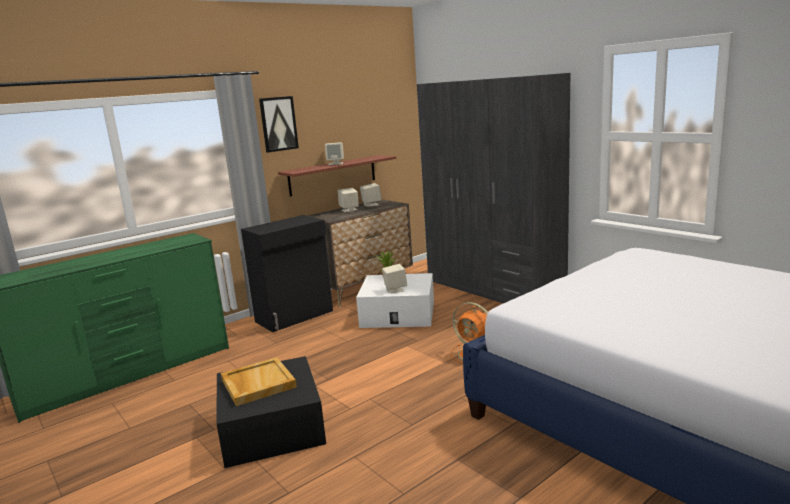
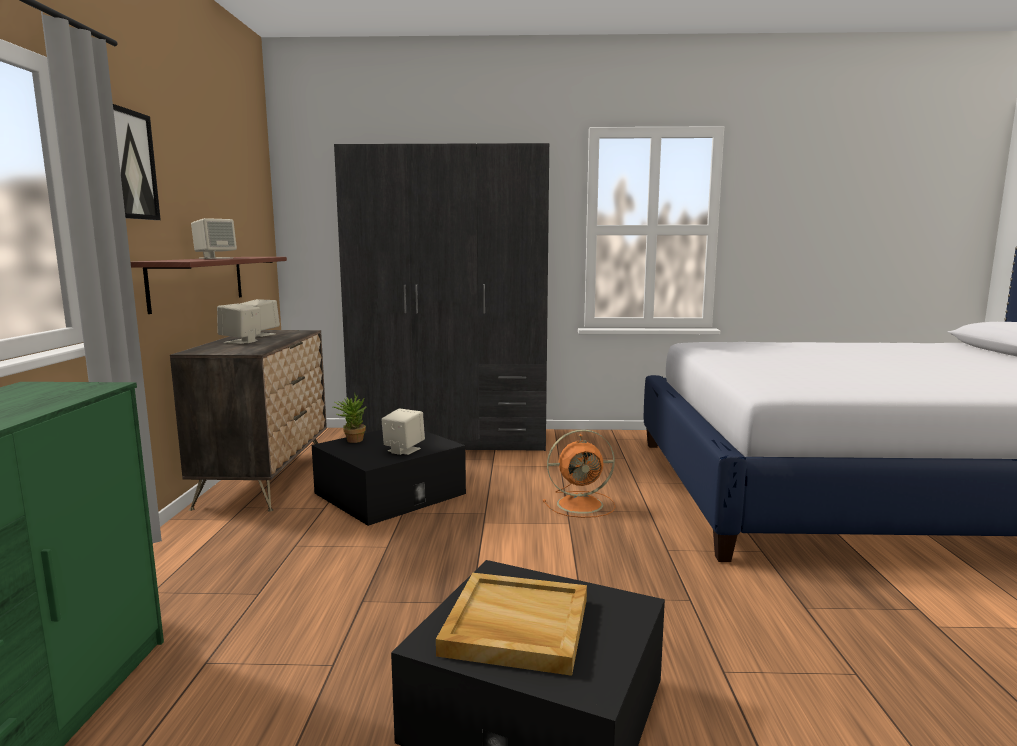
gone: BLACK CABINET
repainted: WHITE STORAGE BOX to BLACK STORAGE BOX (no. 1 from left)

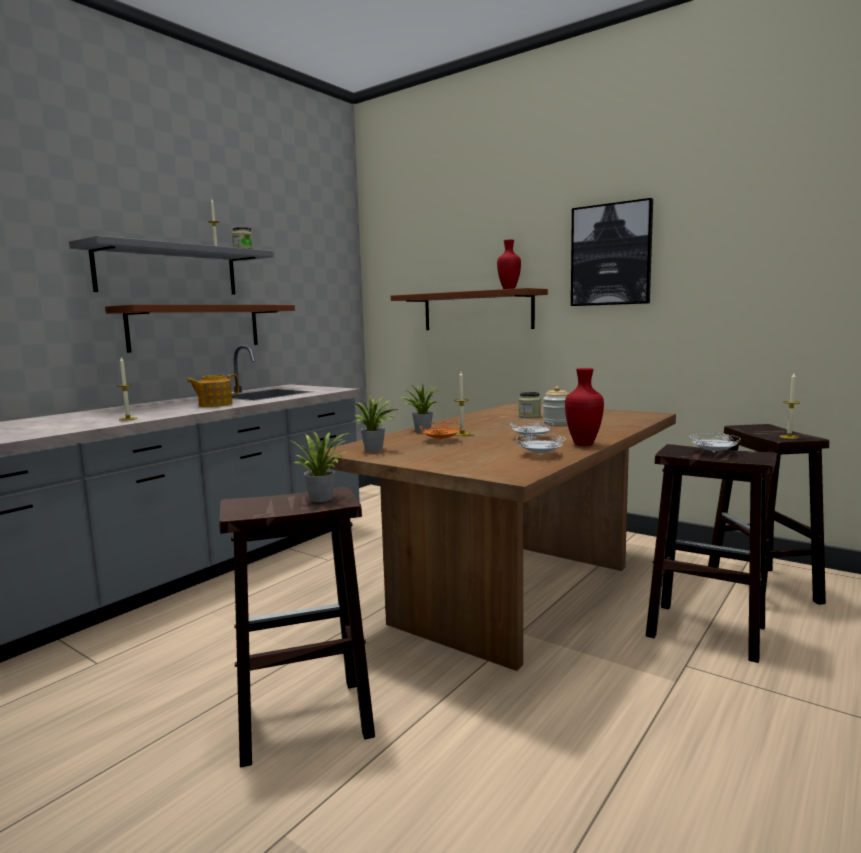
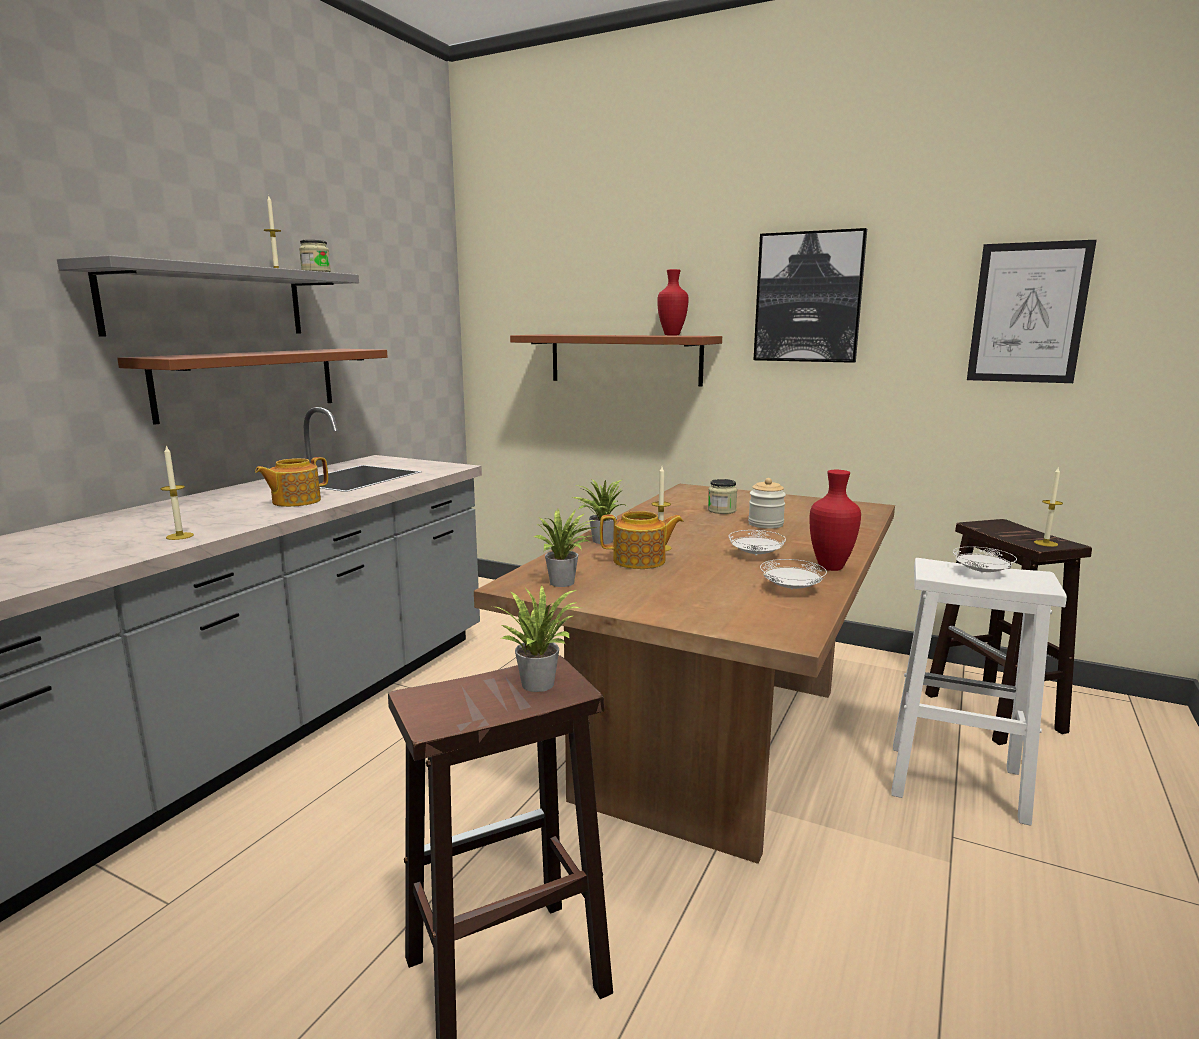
new: PICTURE (no. 2 from left)
swapped: ORANGE PLATE to TEAPOT (no. 2 from left)
repainted: BROWN STOOL (no. 2 from left) to WHITE STOOL

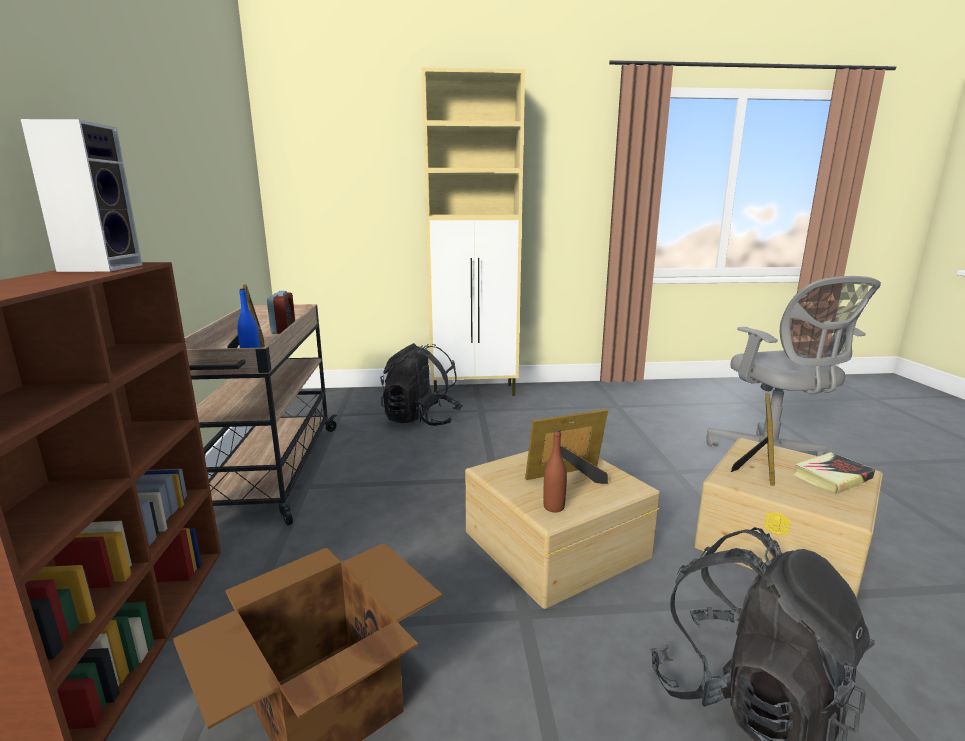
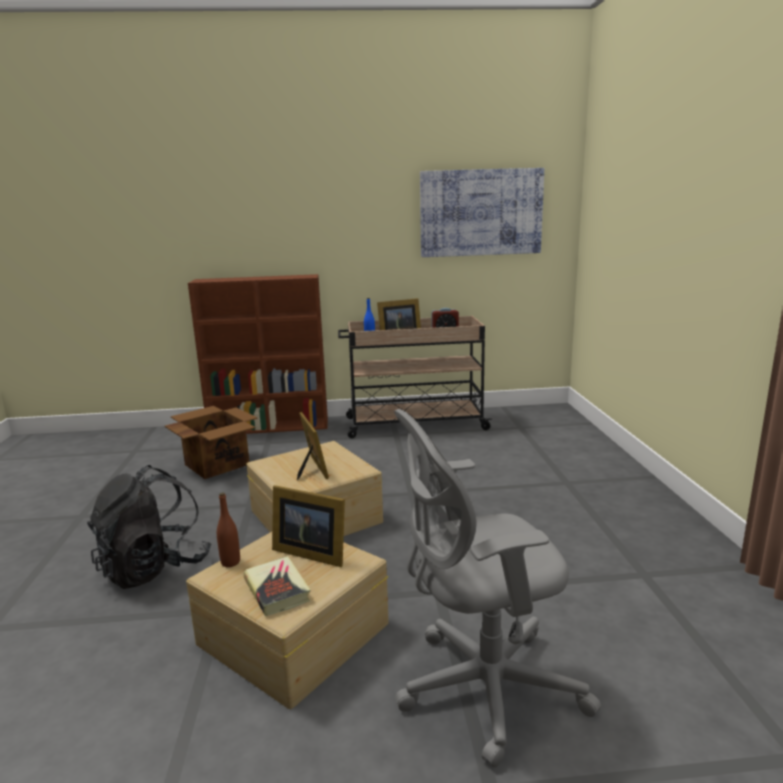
gone: SPEAKER; BLACK BACKPACK (no. 1 from left); BEIGE CABINET
new: PICTURE
shifted: BROWN BOTTLE

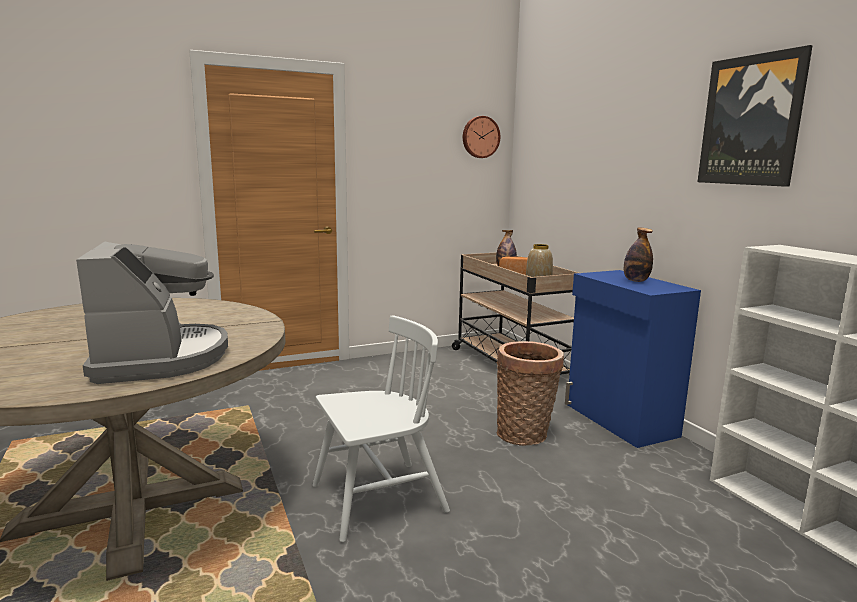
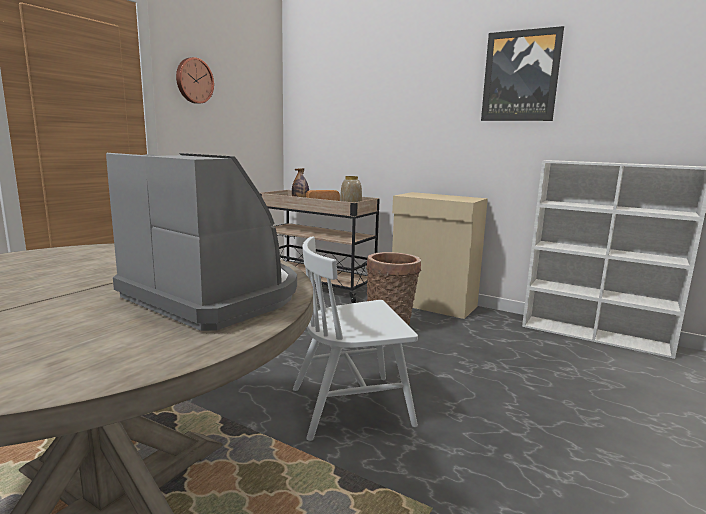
gone: BOTTLE (no. 2 from left)
shifted: WALL CLOCK
repainted: BLUE CABINET to BEIGE CABINET
rotated: WHITE CHAIR 135 degrees counterclockwise

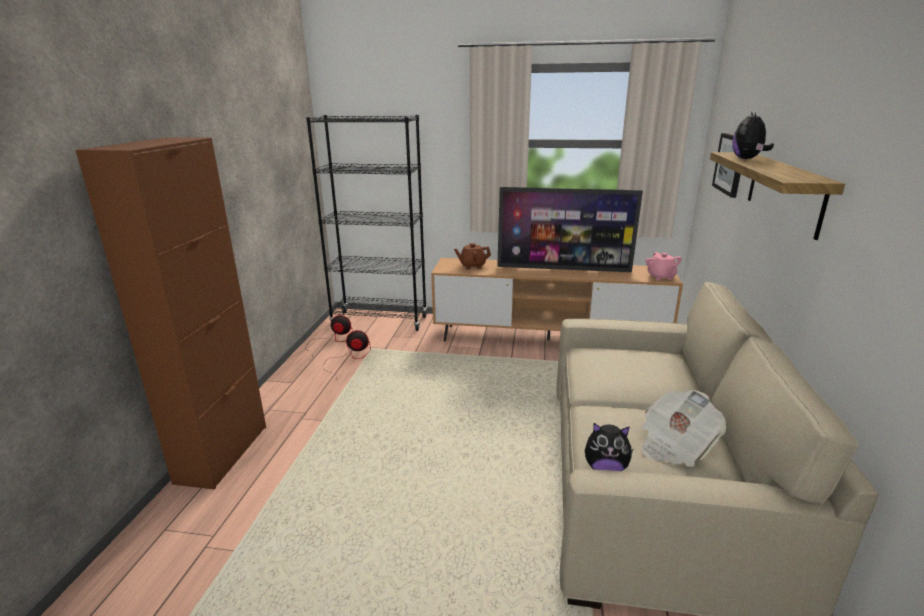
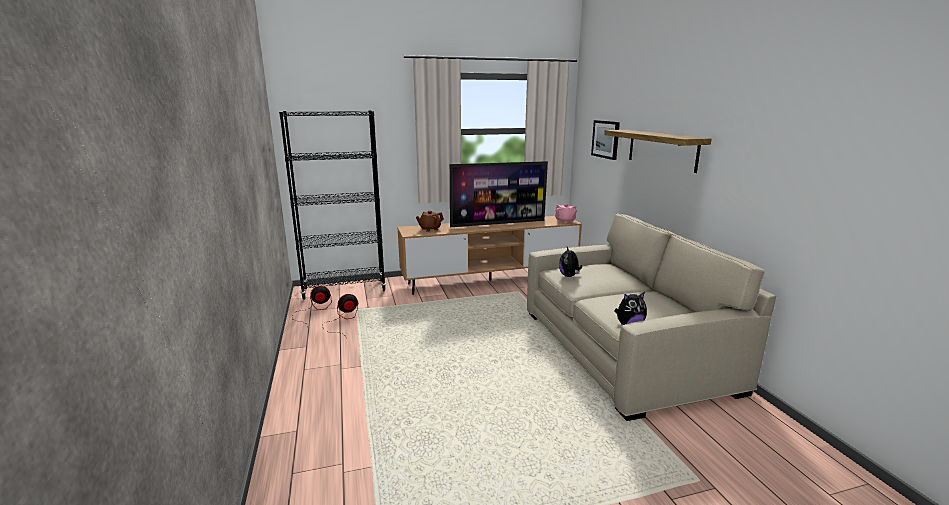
gone: BROWN CABINET; NEWSPAPER
shifted: PLUSH TOY (no. 2 from left in the first image) to PLUSH TOY (no. 1 from left)

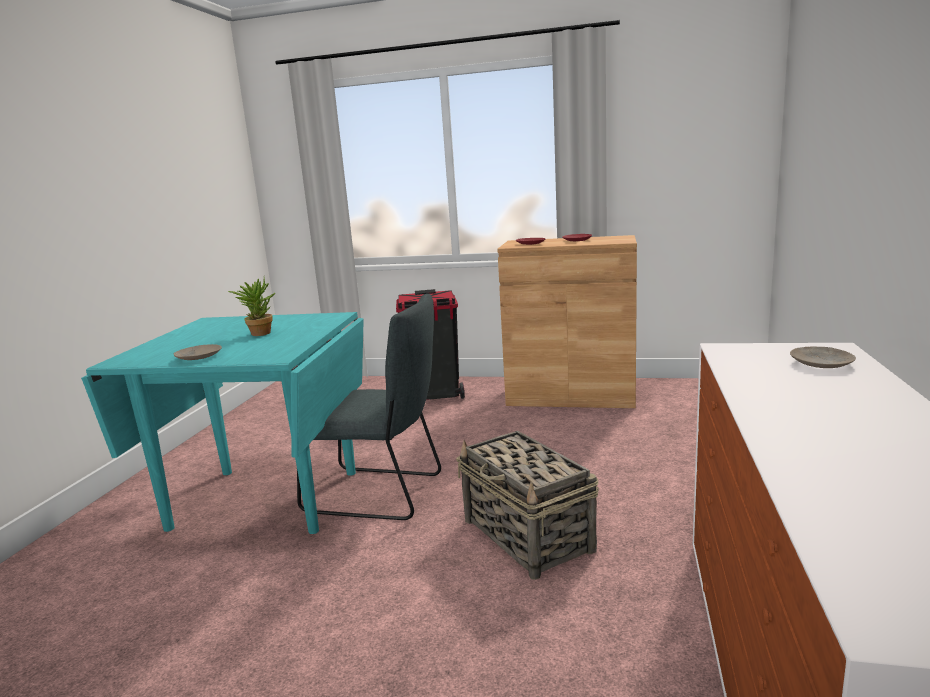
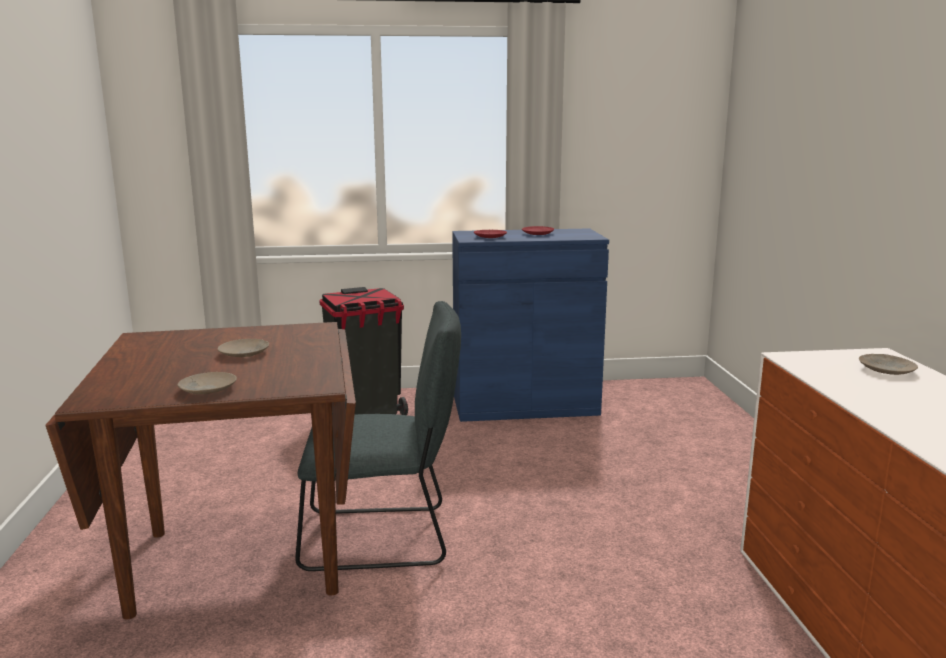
gone: BASKET
swapped: POTTED PLANT to BEIGE PLATE (no. 2 from left)
repainted: TURQUOISE DINING TABLE to BROWN DINING TABLE; BROWN CABINET to BLUE CABINET

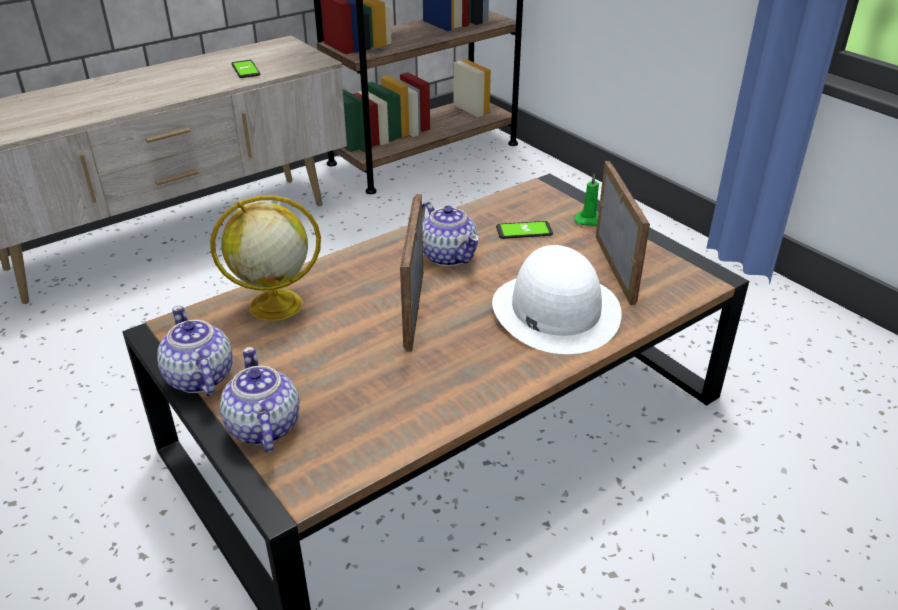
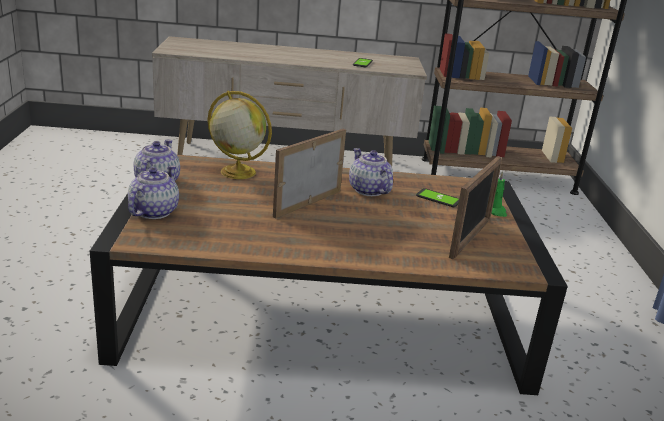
gone: WHITE HAT
rotated: TEAPOT (no. 3 from left) 150 degrees clockwise

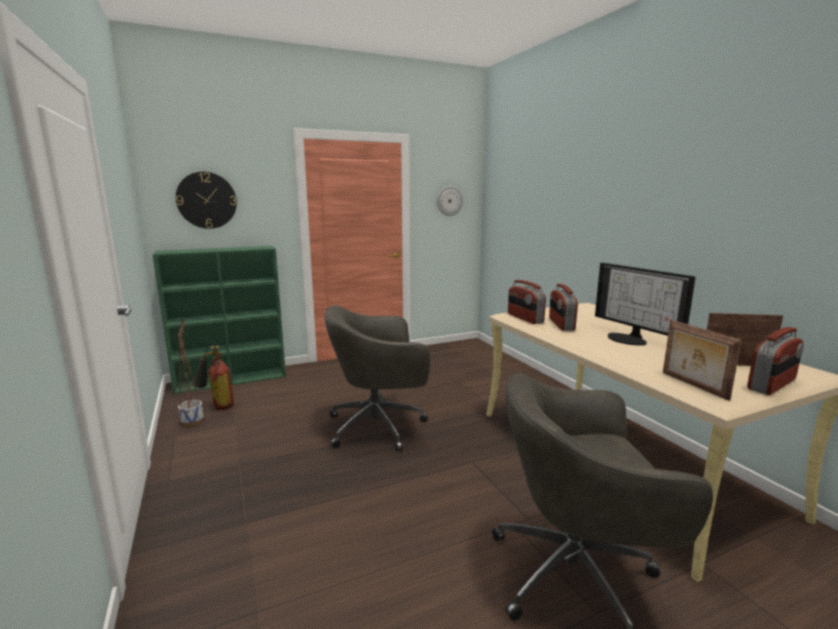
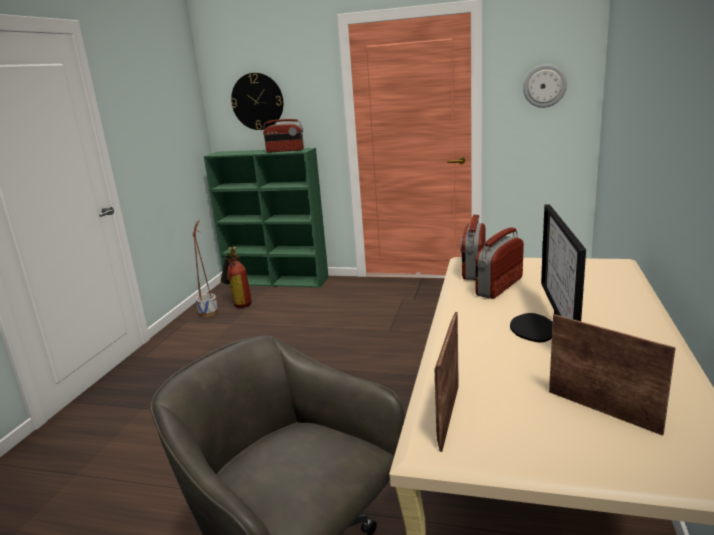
gone: GREY OFFICE CHAIR (no. 1 from left)
shifted: RADIO (no. 3 from left in the first image) to RADIO (no. 1 from left)

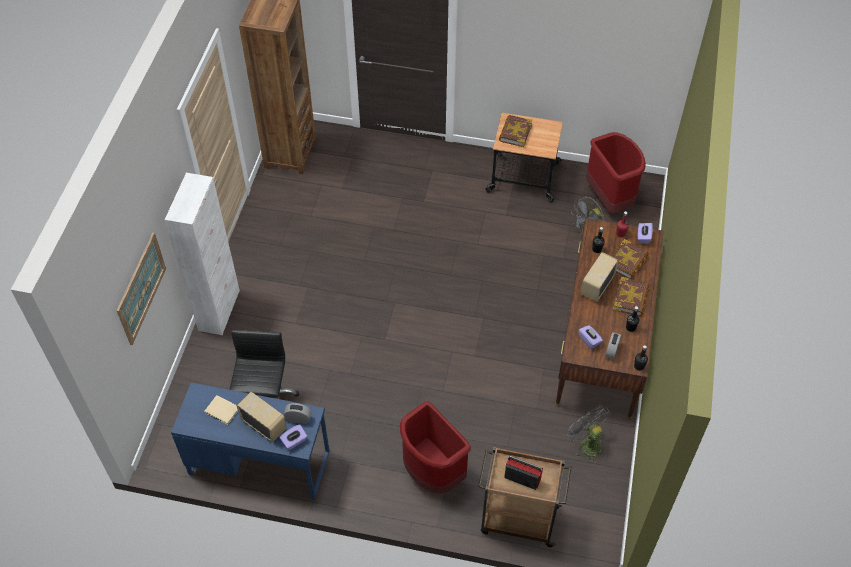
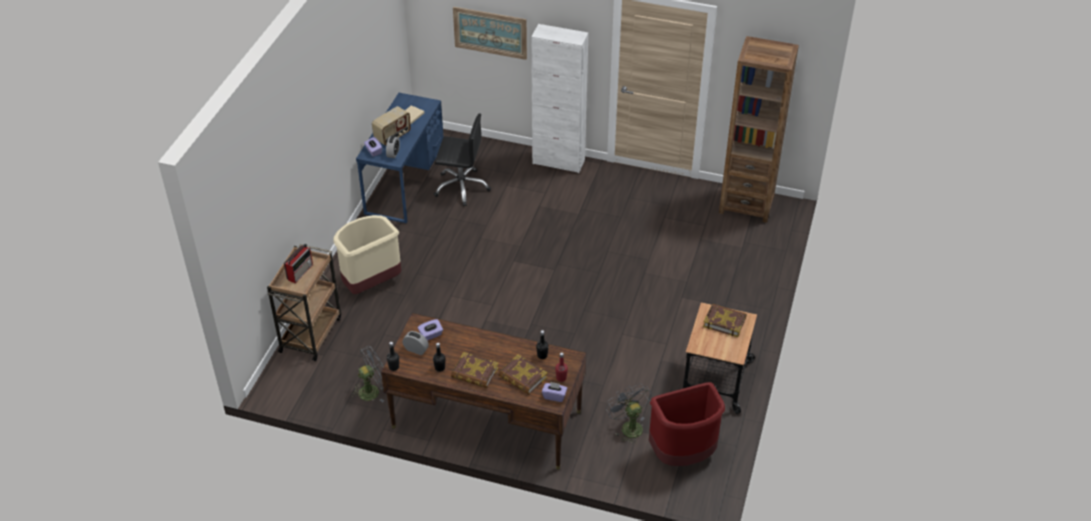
gone: RADIO (no. 3 from left)
repainted: RED TRASH CAN (no. 1 from left) to BEIGE TRASH CAN

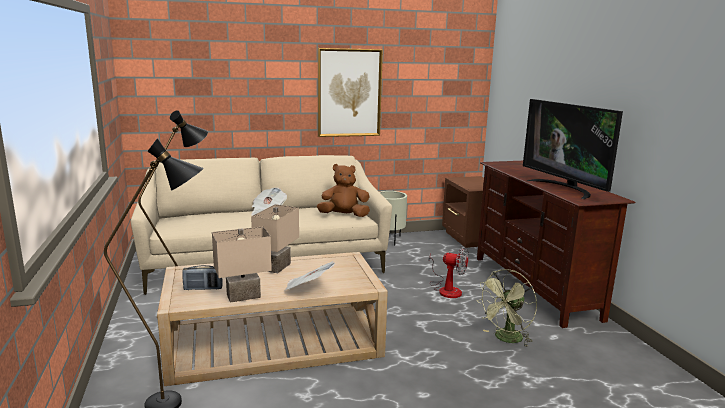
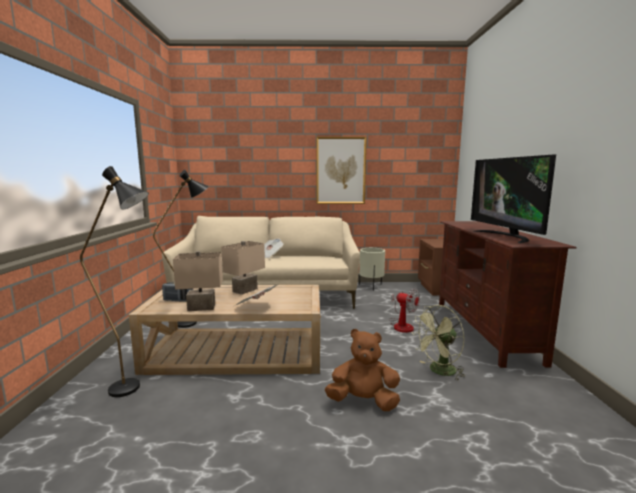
shifted: BROWN PLUSH TOY

